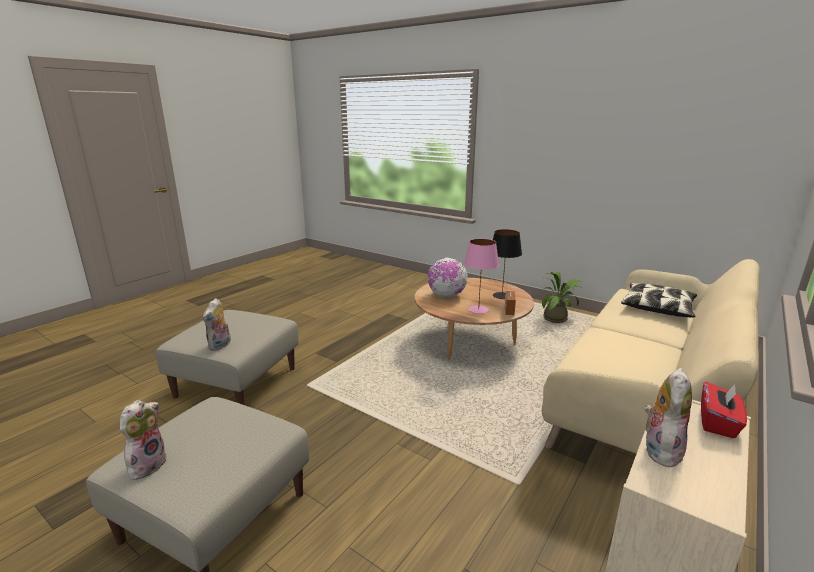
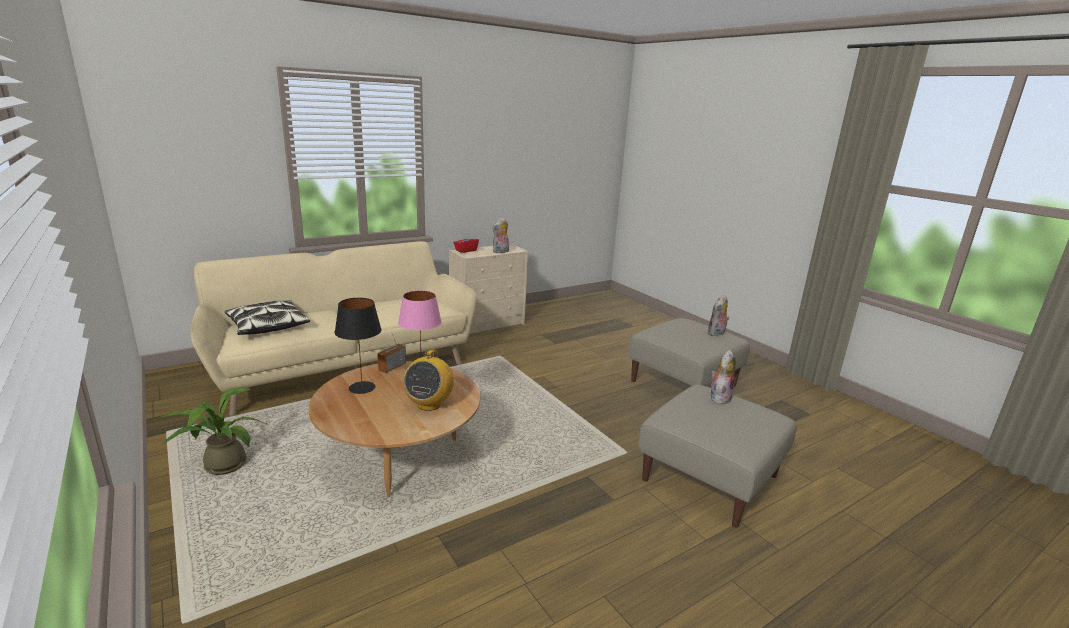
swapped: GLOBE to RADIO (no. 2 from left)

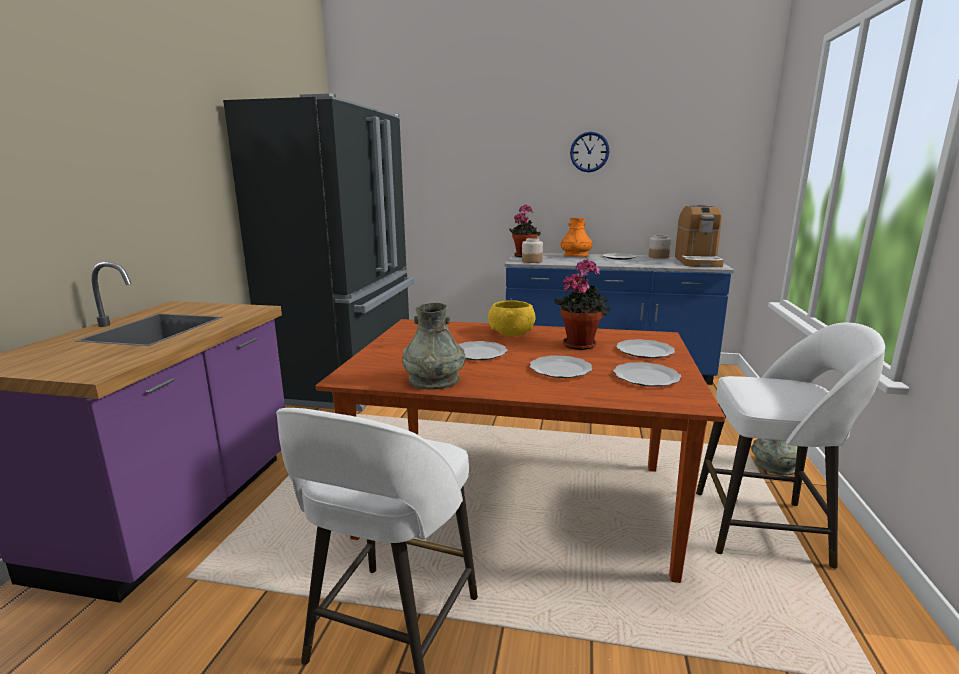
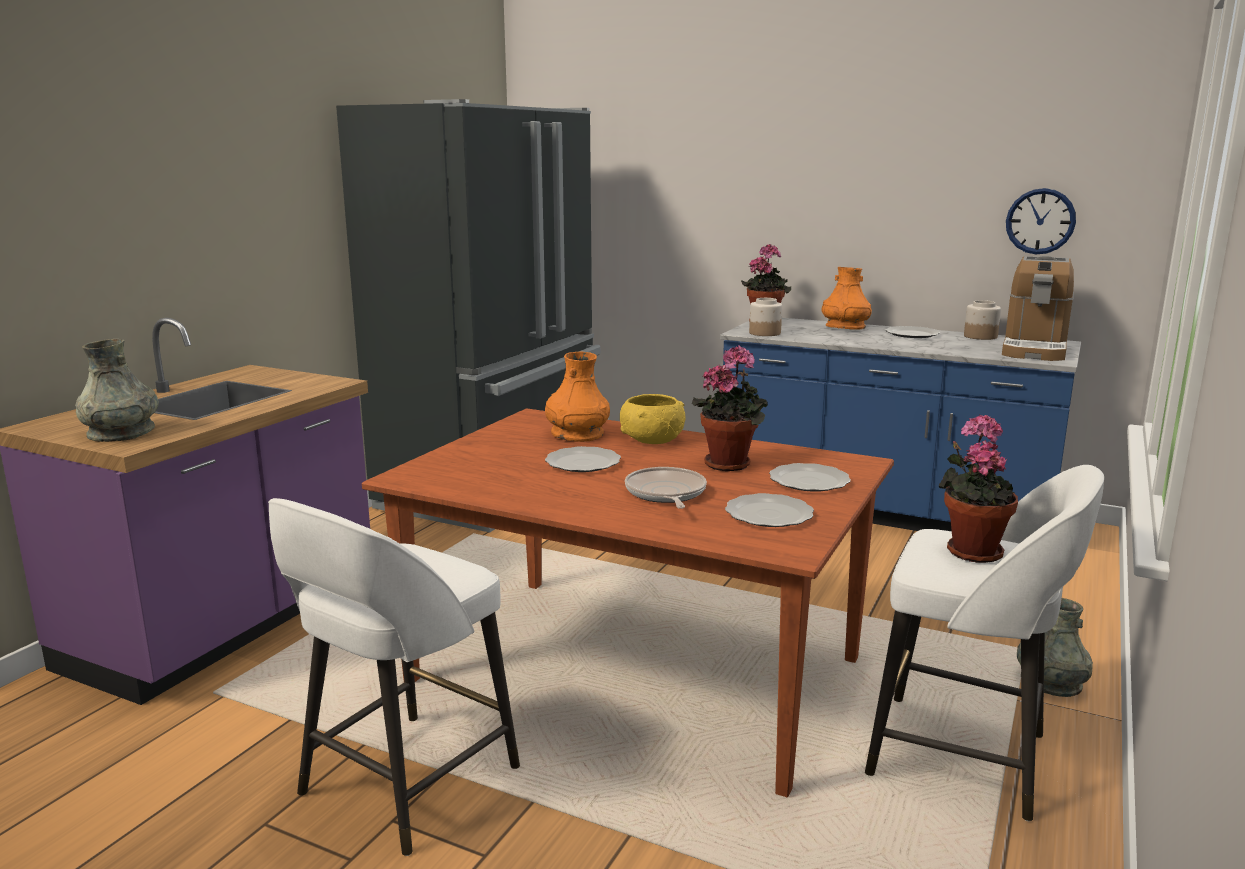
new: ORANGE VASE (no. 1 from left); POTTED PLANT (no. 3 from left)
shifted: GREY VASE (no. 1 from left); WALL CLOCK
swapped: PLATE (no. 2 from left) to FRYING PAN

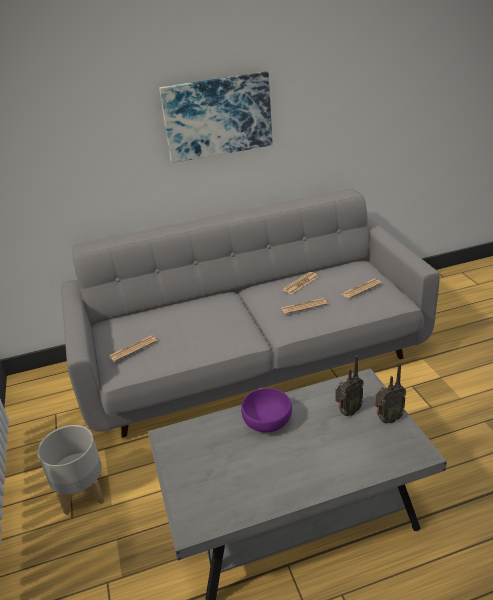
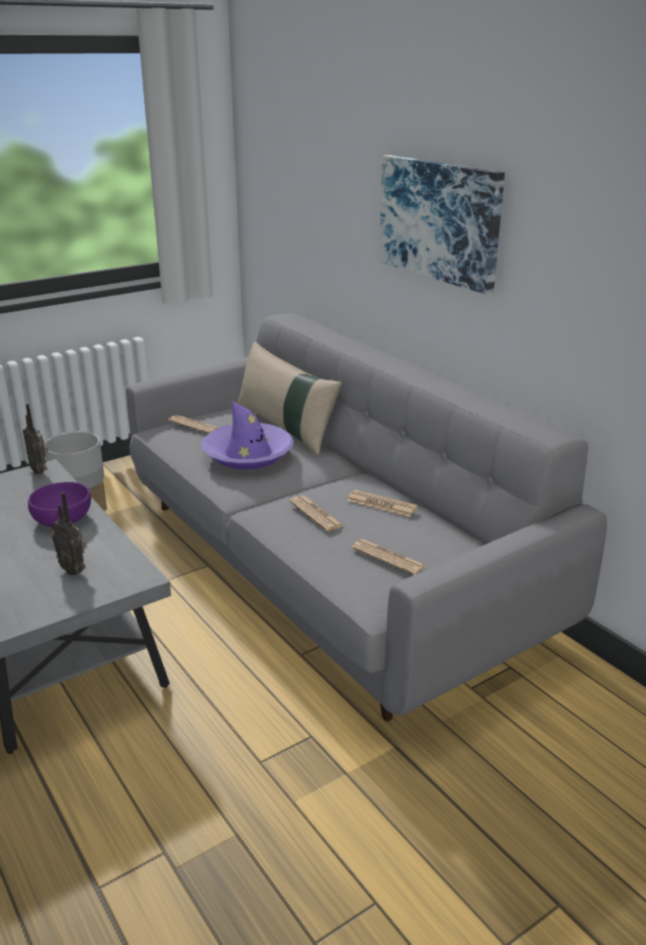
new: PURPLE HAT; BEIGE PILLOW
shifted: RADIO (no. 2 from left in the first image) to RADIO (no. 1 from left)

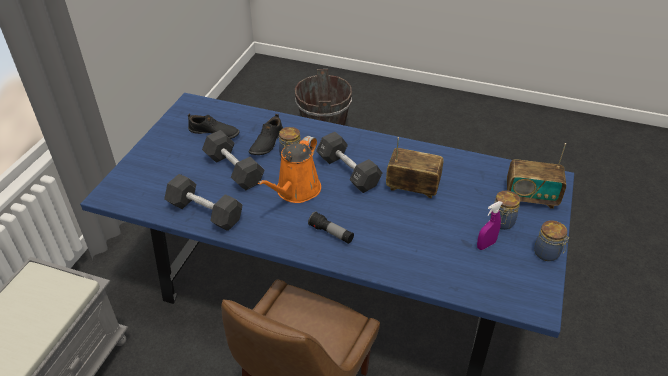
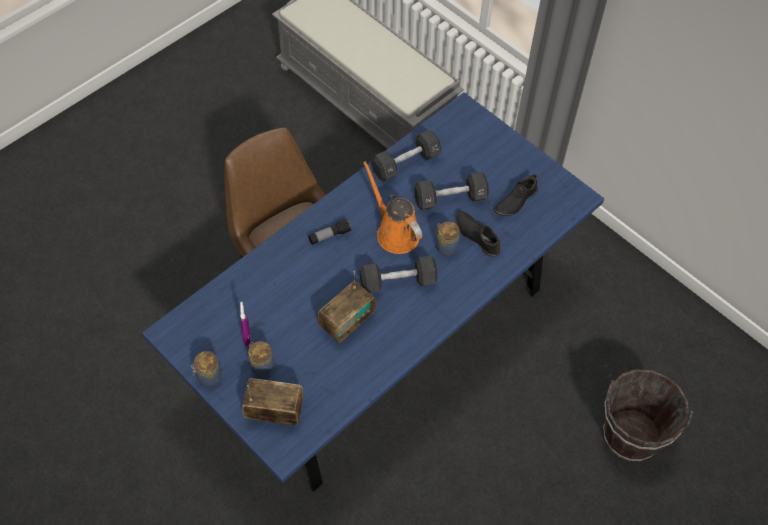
rotated: RADIO (no. 2 from left in the first image) 60 degrees clockwise

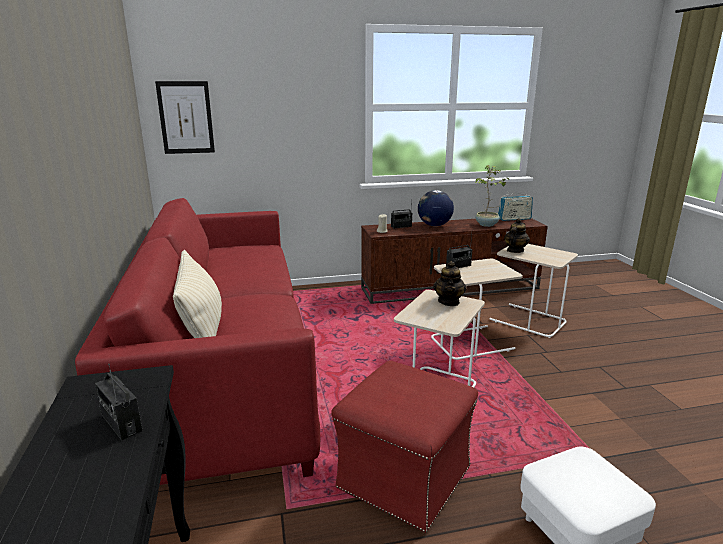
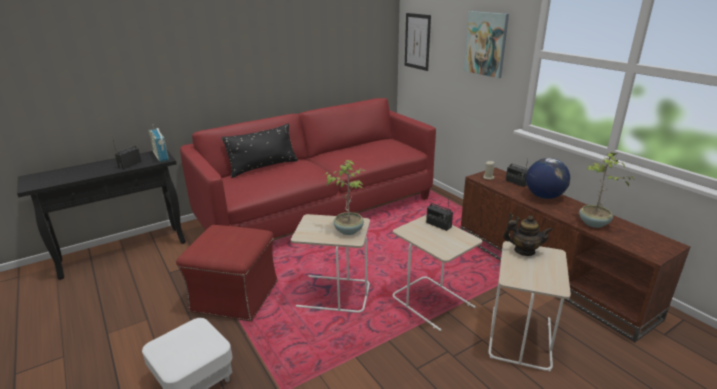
new: PICTURE (no. 2 from left)
shifted: RADIO (no. 4 from left in the first image) to RADIO (no. 2 from left)
swapped: TEAPOT (no. 1 from left) to POTTED PLANT (no. 1 from left)
repainted: BEIGE PILLOW to BLACK PILLOW

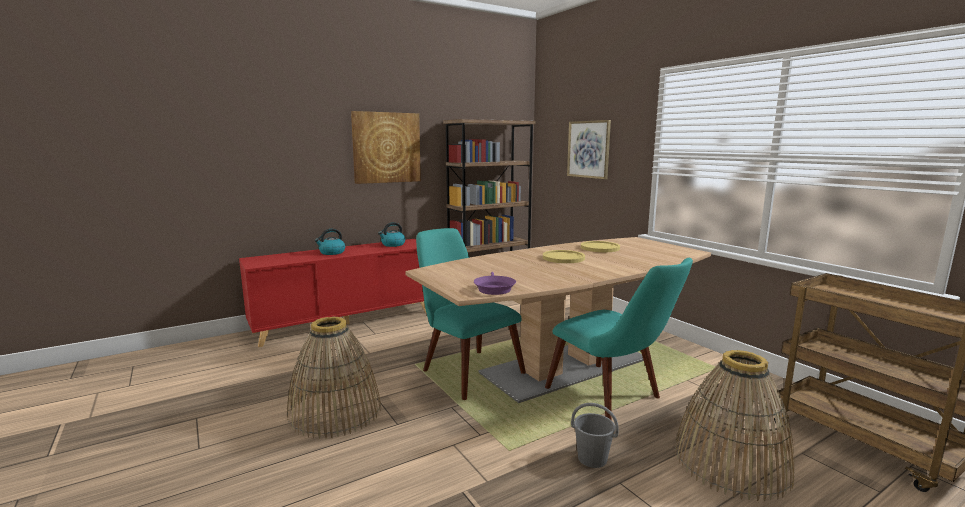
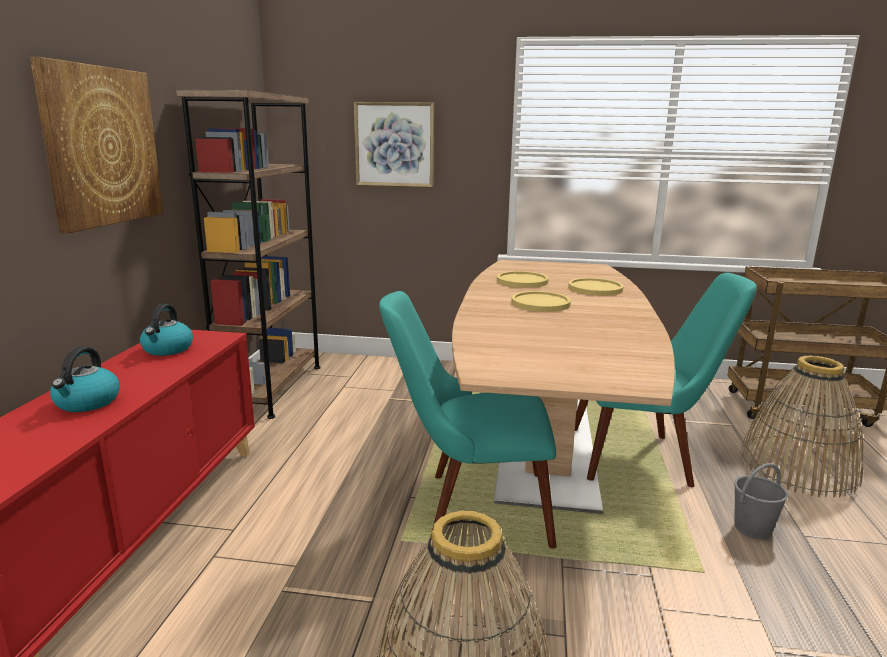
gone: PURPLE FRYING PAN
new: YELLOW PLATE (no. 3 from left)

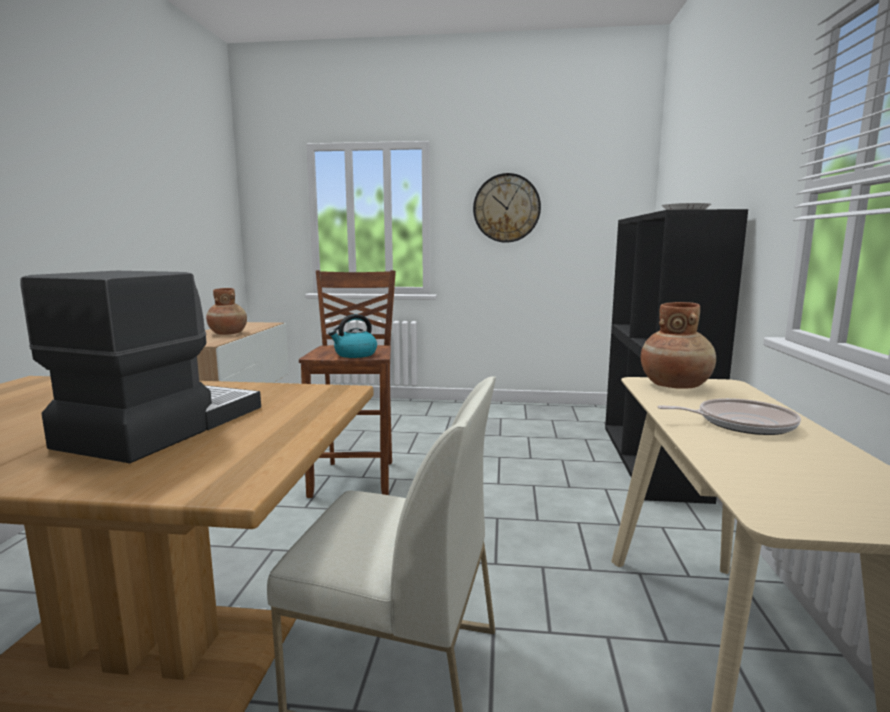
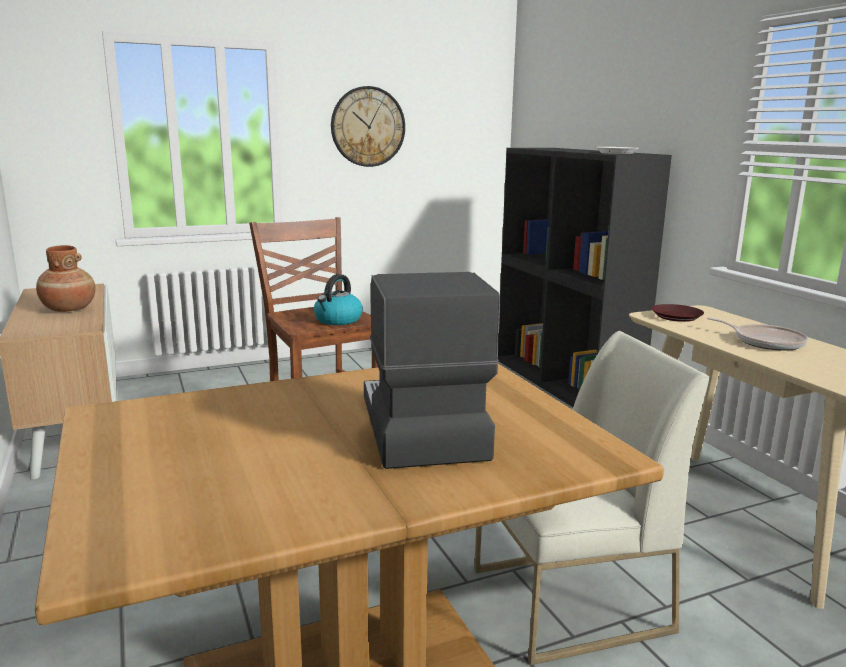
swapped: BROWN VASE (no. 2 from left) to BROWN PLATE
rotated: FRYING PAN 75 degrees clockwise

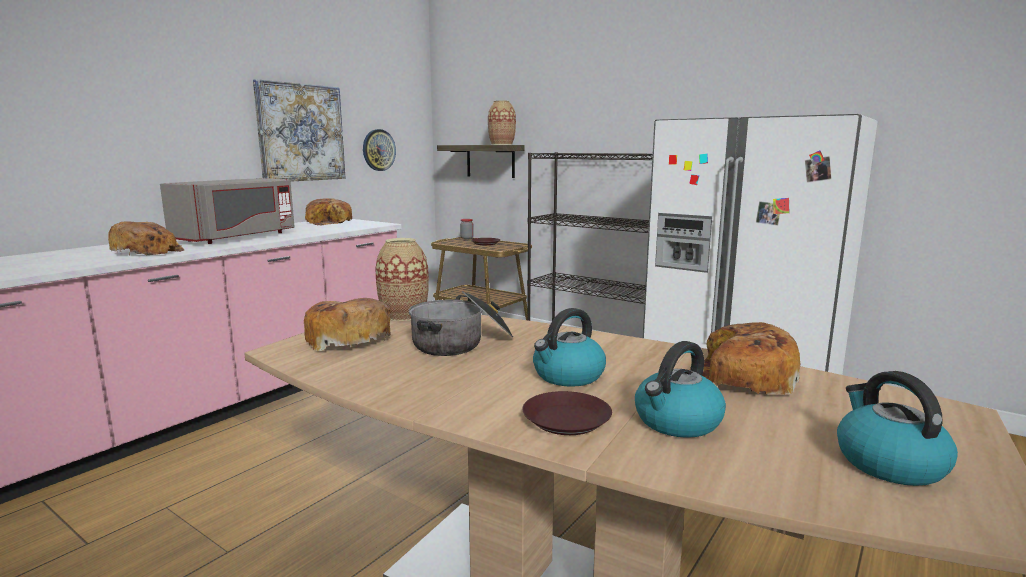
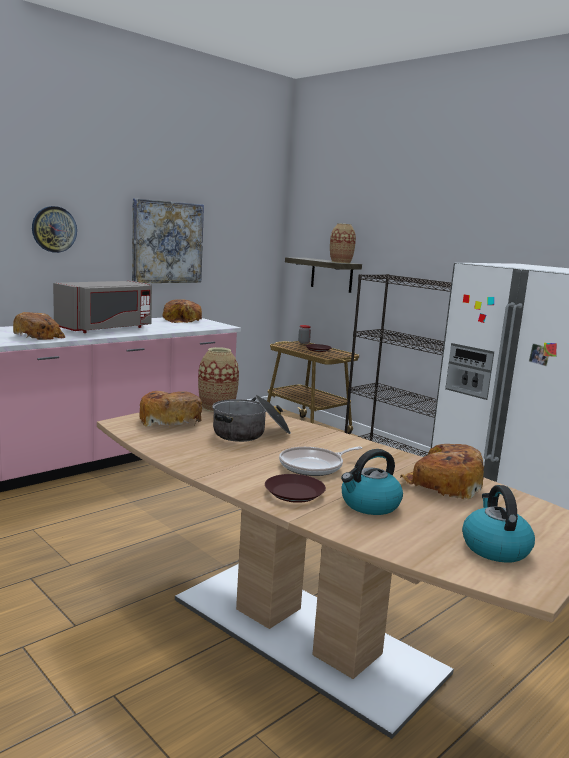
shifted: WALL CLOCK
swapped: KETTLE (no. 1 from left) to FRYING PAN

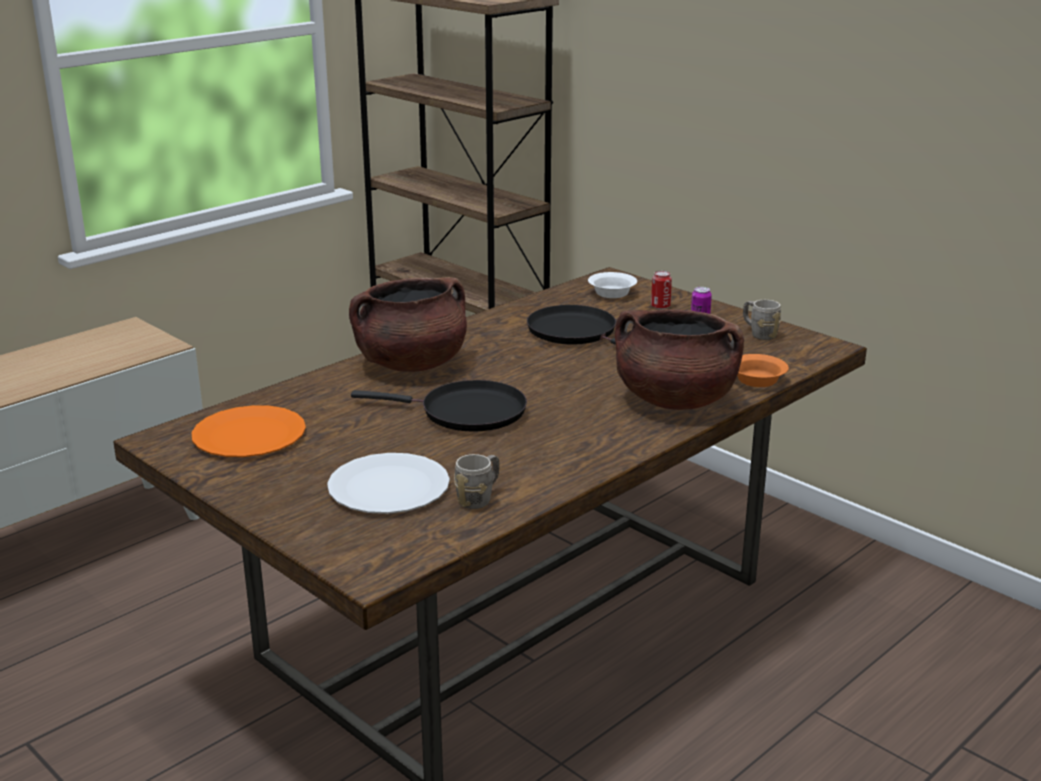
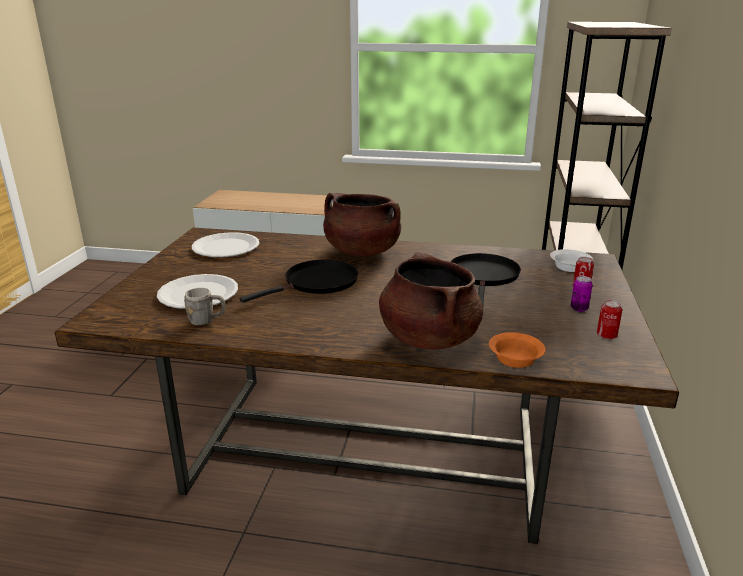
swapped: GREY MUG (no. 2 from left) to CAN (no. 3 from left)
repainted: ORANGE PLATE to WHITE PLATE (no. 2 from left)
rotated: BLACK FRYING PAN (no. 1 from left) 105 degrees counterclockwise

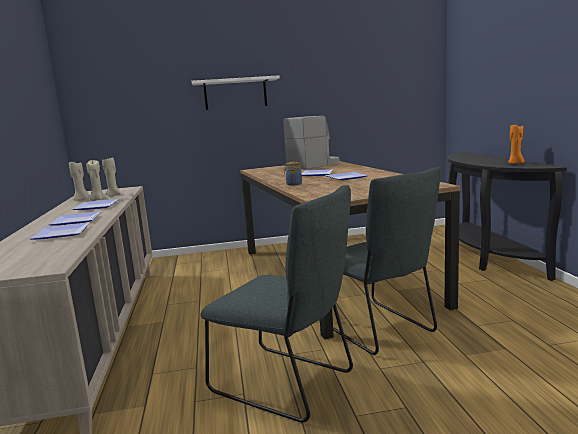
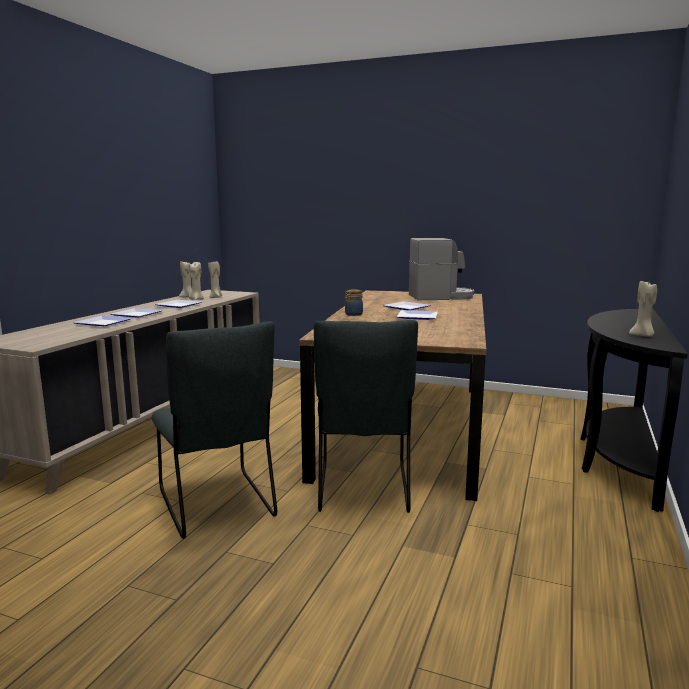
gone: WHITE SHELF
repainted: ORANGE CANDLE to BEIGE CANDLE (no. 4 from left)

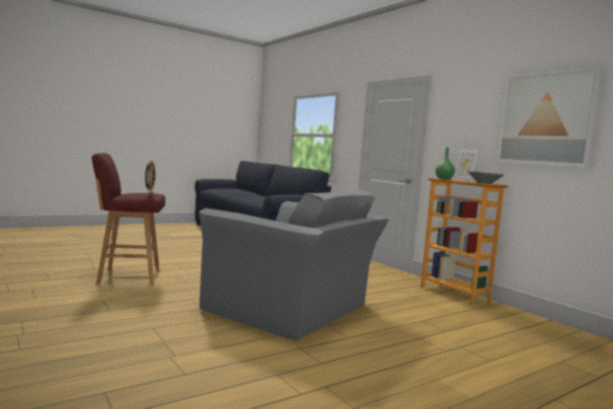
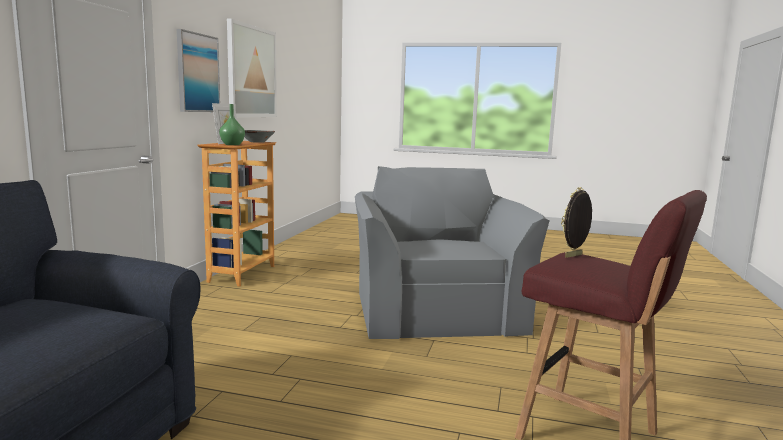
new: PICTURE (no. 1 from left)

